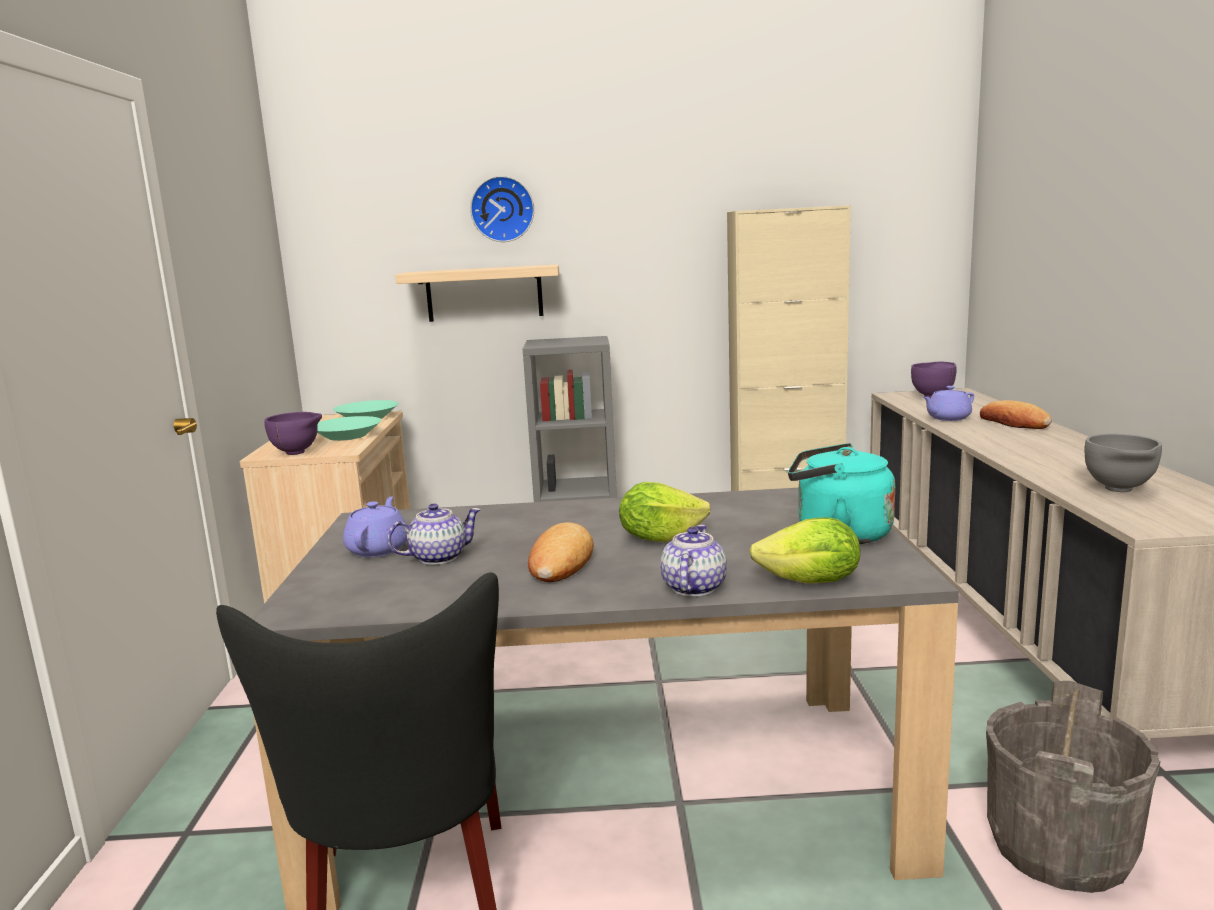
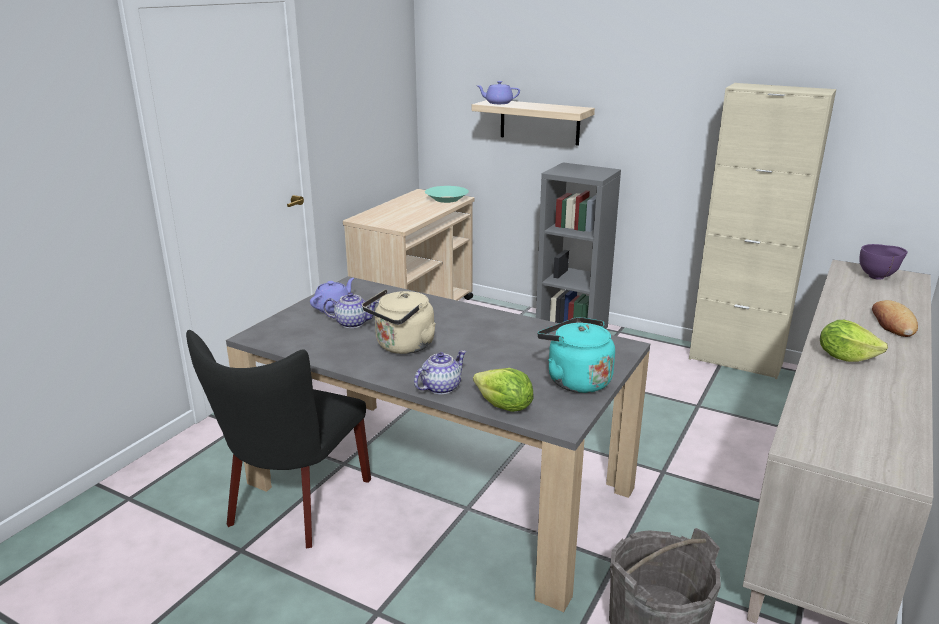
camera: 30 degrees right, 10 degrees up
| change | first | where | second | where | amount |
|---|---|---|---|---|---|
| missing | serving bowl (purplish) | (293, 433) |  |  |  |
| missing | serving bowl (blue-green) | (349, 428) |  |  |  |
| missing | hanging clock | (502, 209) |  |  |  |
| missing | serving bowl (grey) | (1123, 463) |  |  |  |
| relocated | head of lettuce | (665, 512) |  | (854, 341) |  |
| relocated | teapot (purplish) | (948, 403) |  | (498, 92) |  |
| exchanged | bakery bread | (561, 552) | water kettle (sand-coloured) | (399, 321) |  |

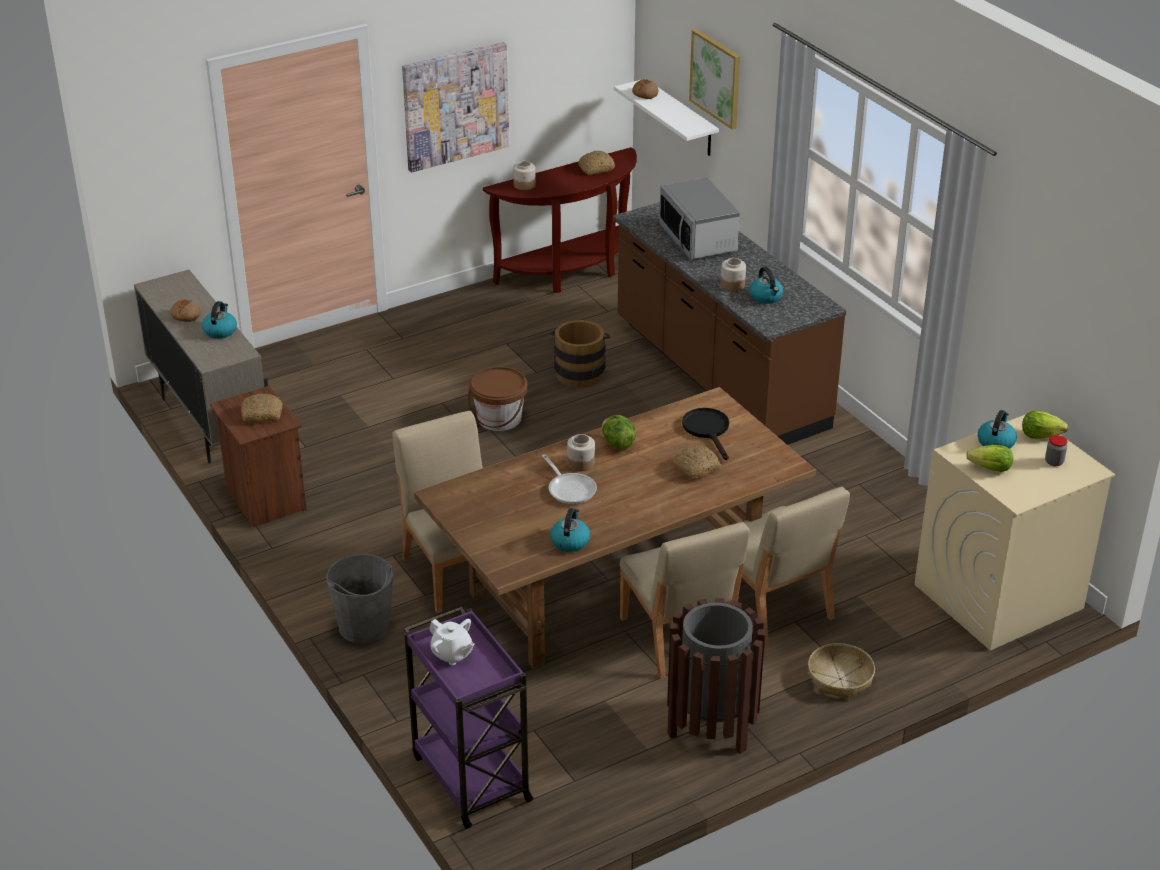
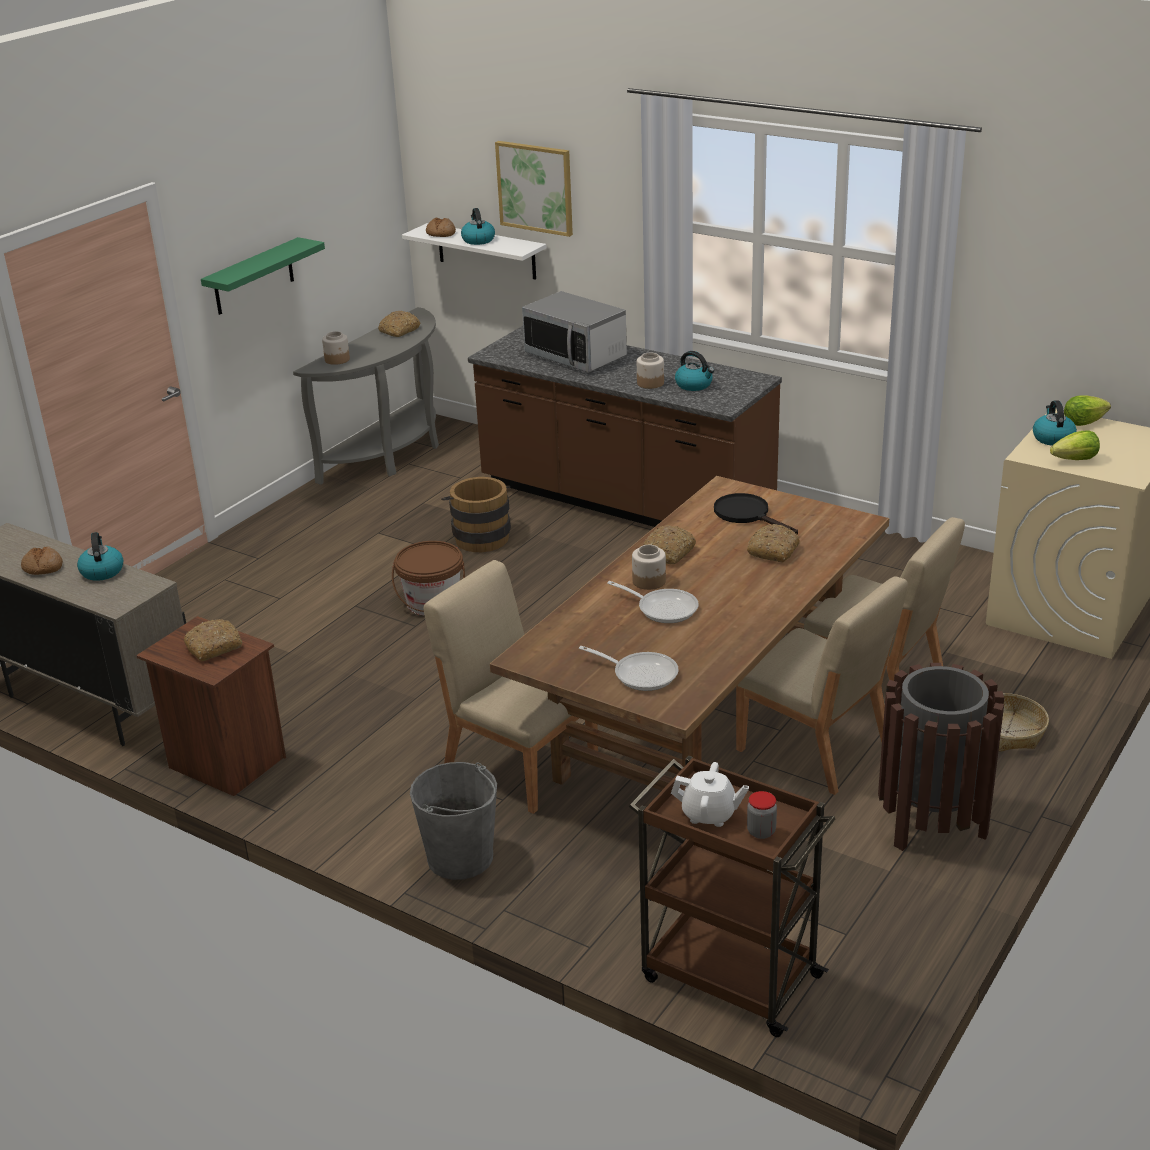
camera: 25 degrees left, 5 degrees down
| change | first | where | second | where | amount |
|---|---|---|---|---|---|
| appeared |  |  | pan | (629, 668) |  |
| relocated | water kettle | (570, 530) |  | (478, 226) |  |
| relocated | preserve jar | (1056, 450) |  | (762, 815) |  |
| exchanged | picture | (455, 107) | wall shelf (green) | (263, 276) |  |
| exchanged | head of lettuce | (619, 432) | bakery bread | (669, 544) |  |
| colour | wheeled cart (purplish) | (469, 718) | wheeled cart (brown) | (732, 896) |  |
| colour | console table (brown) | (560, 220) | console table (grey) | (366, 396) |  |

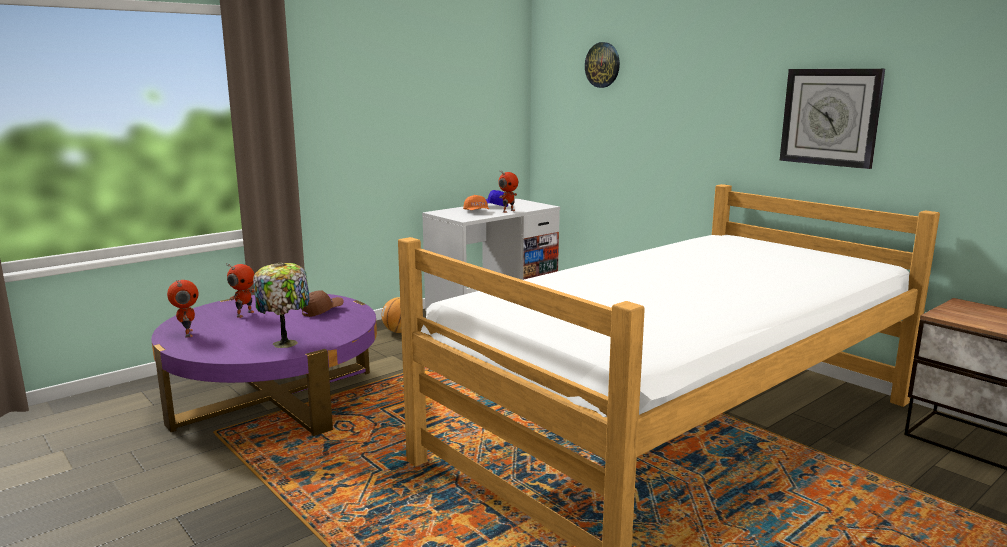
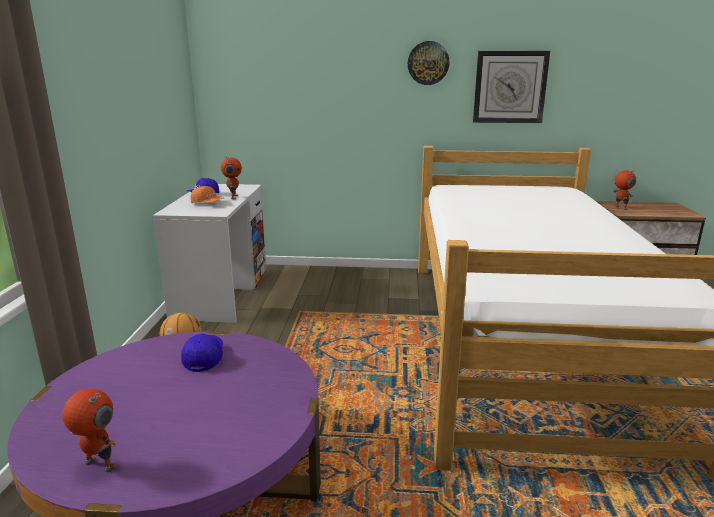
camera: 45 degrees left, 5 degrees up
| change | first | where | second | where | amount |
|---|---|---|---|---|---|
| missing | table lamp | (281, 305) |  |  |  |
| relocated | robot figure | (240, 291) |  | (624, 189) |  |
| relocated | hanging clock | (602, 65) |  | (428, 63) |  |
| colour | cap (brown) | (322, 303) | cap (bluish) | (202, 353) |  |

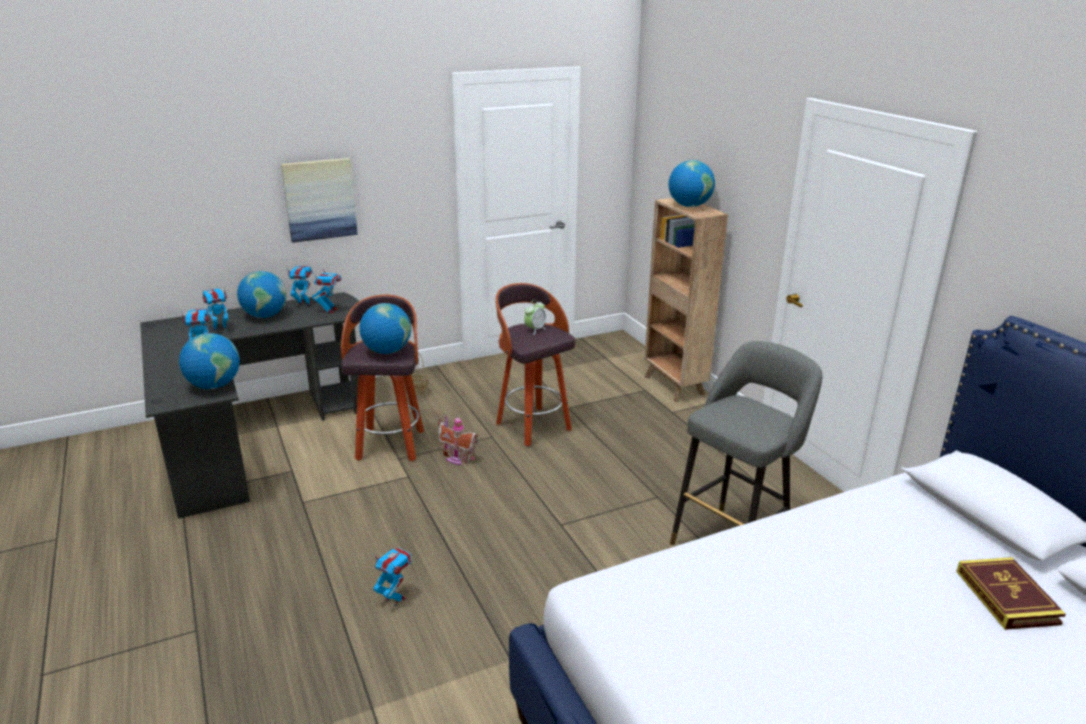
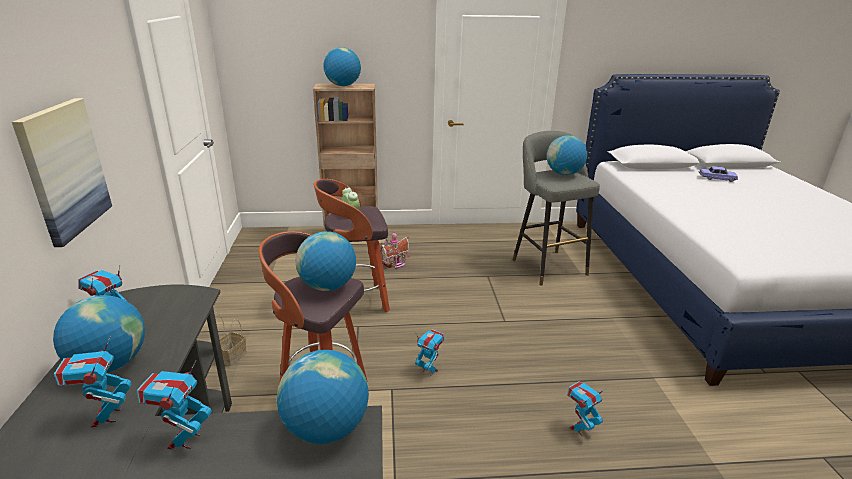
camera: 70 degrees left, 0 degrees up
| change | first | where | second | where | amount |
|---|---|---|---|---|---|
| appeared |  |  | globe | (566, 155) |  |
| relocated | robot figure | (326, 289) |  | (430, 353) |  |
| relocated | miniature house | (458, 439) |  | (395, 250) |  |
| exchanged | volume | (1011, 593) | miniature car | (718, 174) |  |

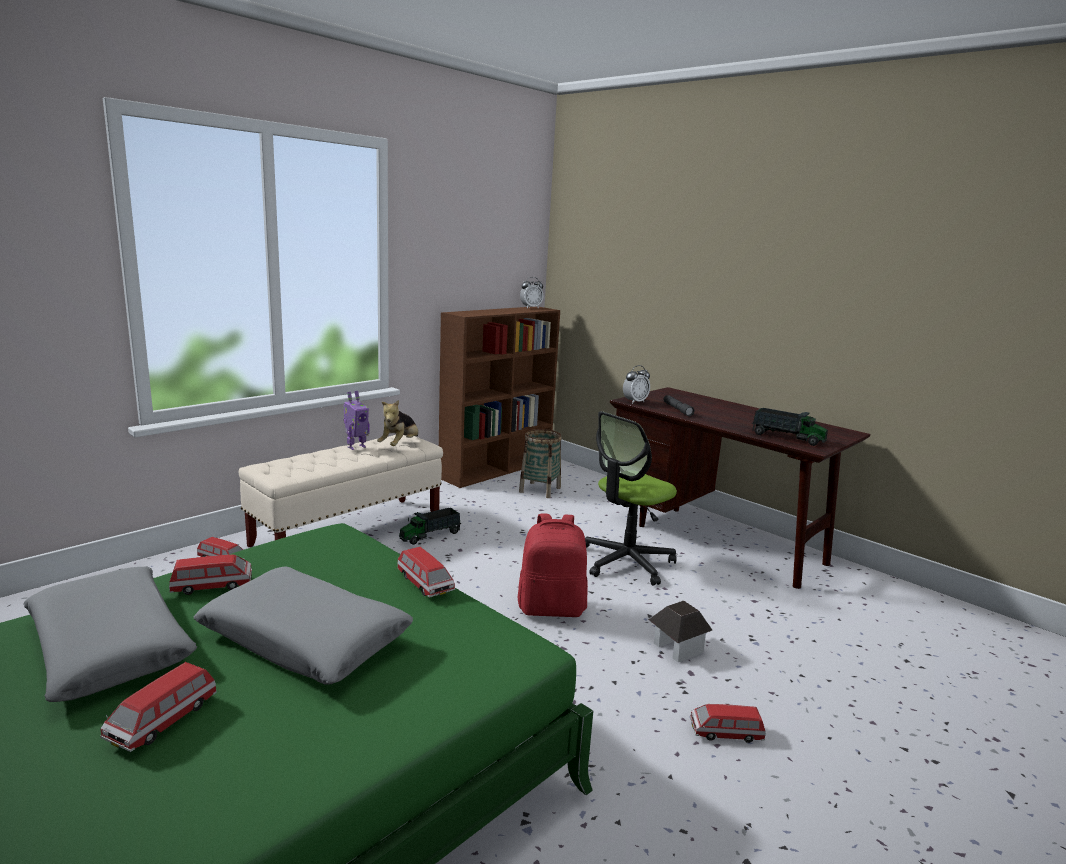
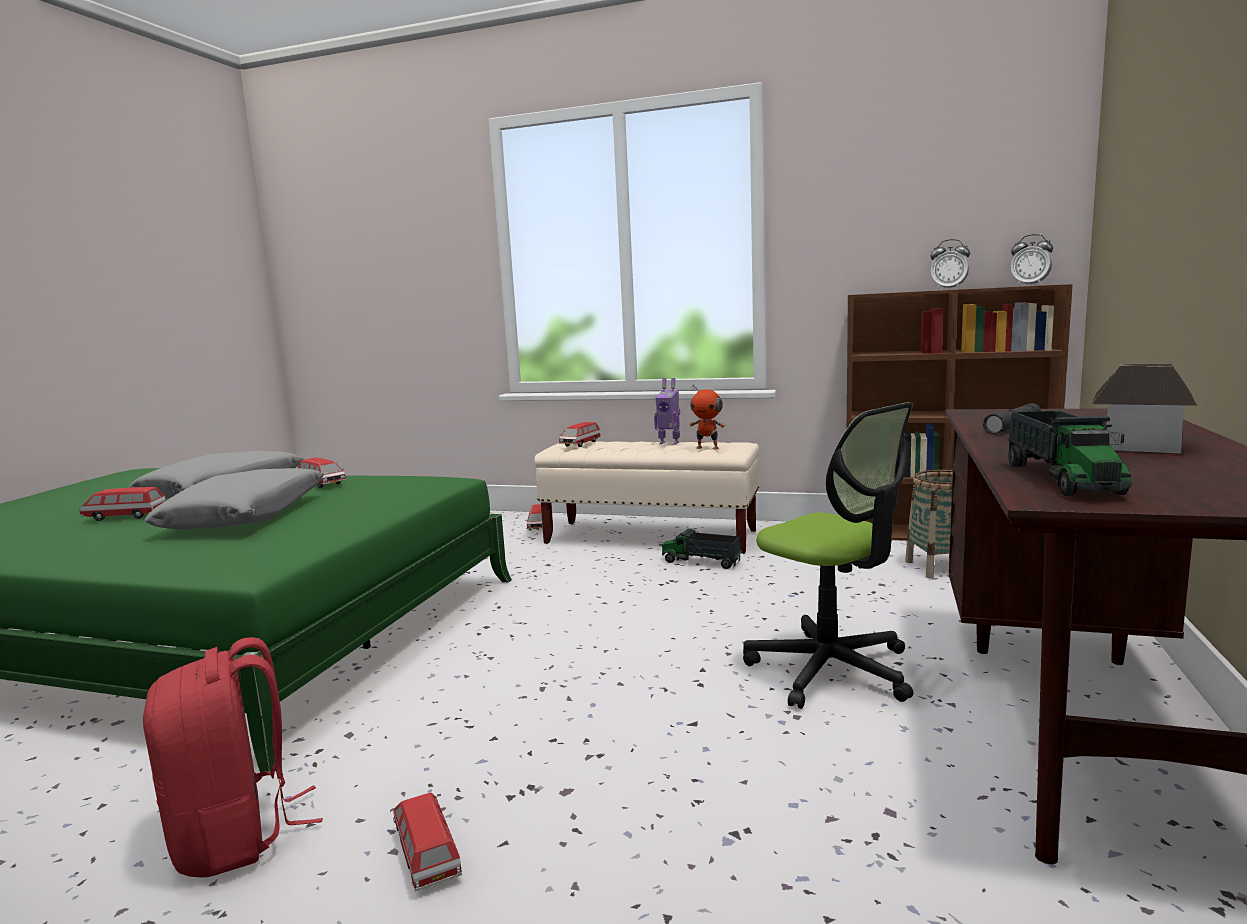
camera: 65 degrees right, 5 degrees down
| change | first | where | second | where | amount |
|---|---|---|---|---|---|
| relocated | miniature car | (426, 572) |  | (580, 434) |  |
| relocated | rucksack (red) | (553, 565) |  | (233, 757) |  |
| relocated | alarm clock | (636, 384) |  | (950, 264) |  |
| relocated | miniature house | (680, 631) |  | (1144, 408) |  |
| exchanged | plush toy | (397, 423) | robot figure | (707, 417) |  |
| spun | office chair | (631, 498) |  | (828, 555) | 150 degrees counterclockwise |

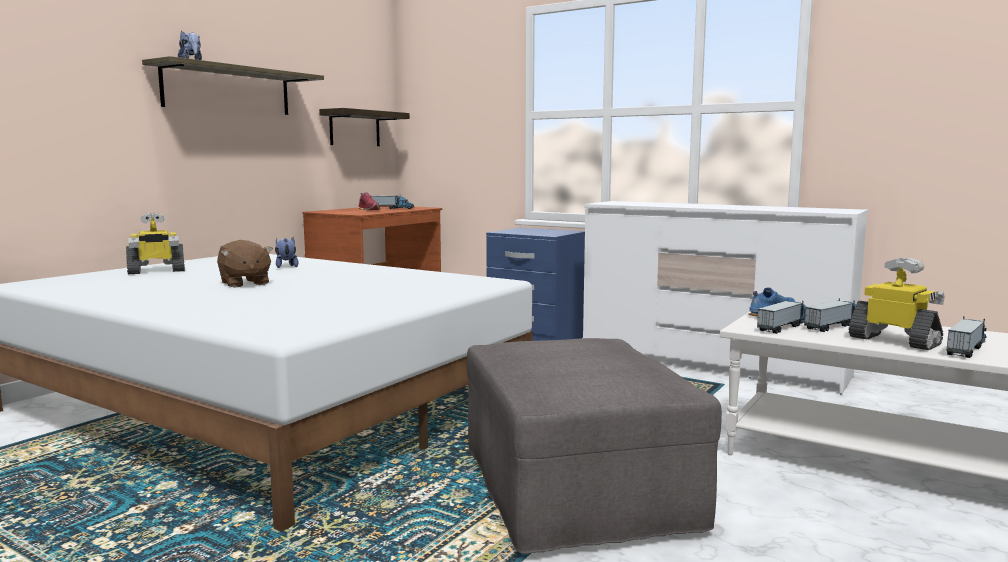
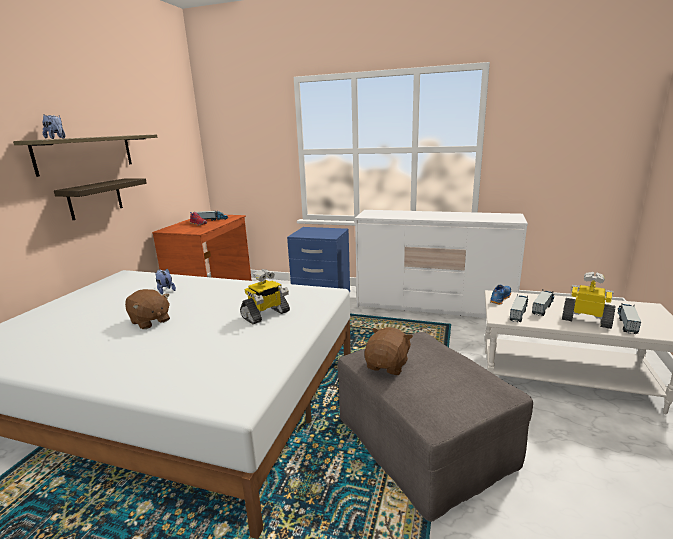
camera: 15 degrees left, 10 degrees up
| change | first | where | second | where | amount |
|---|---|---|---|---|---|
| appeared |  |  | plush toy (brown) | (388, 351) |  |
| relocated | robot figure | (155, 243) |  | (265, 296) |  |
| relocated | wall shelf | (364, 127) |  | (100, 199) |  |

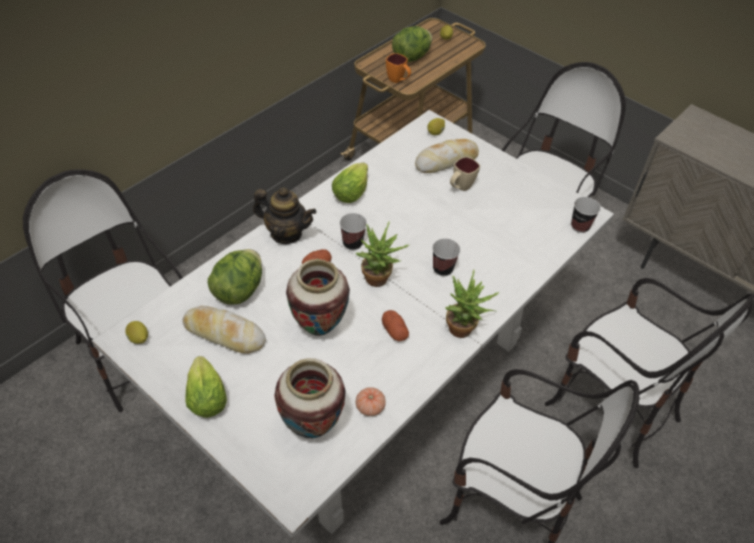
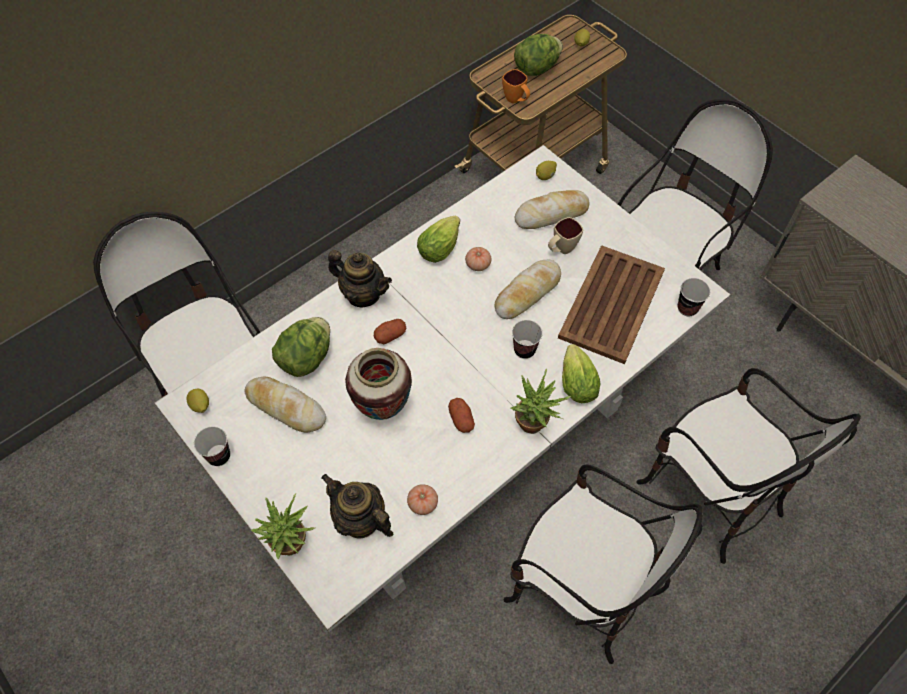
camera: 10 degrees right, 10 degrees up
| change | first | where | second | where | amount |
|---|---|---|---|---|---|
| appeared |  |  | tomato | (478, 259) |  |
| appeared |  |  | bakery bread | (527, 289) |  |
| appeared |  |  | serving tray (brown) | (611, 304) |  |
| relocated | head of lettuce | (206, 387) |  | (581, 373) |  |
| relocated | small cup | (353, 231) |  | (212, 446) |  |
| relocated | potted plant | (382, 254) |  | (283, 526) |  |
| exchanged | vase | (310, 398) | teapot | (357, 506) |  |

